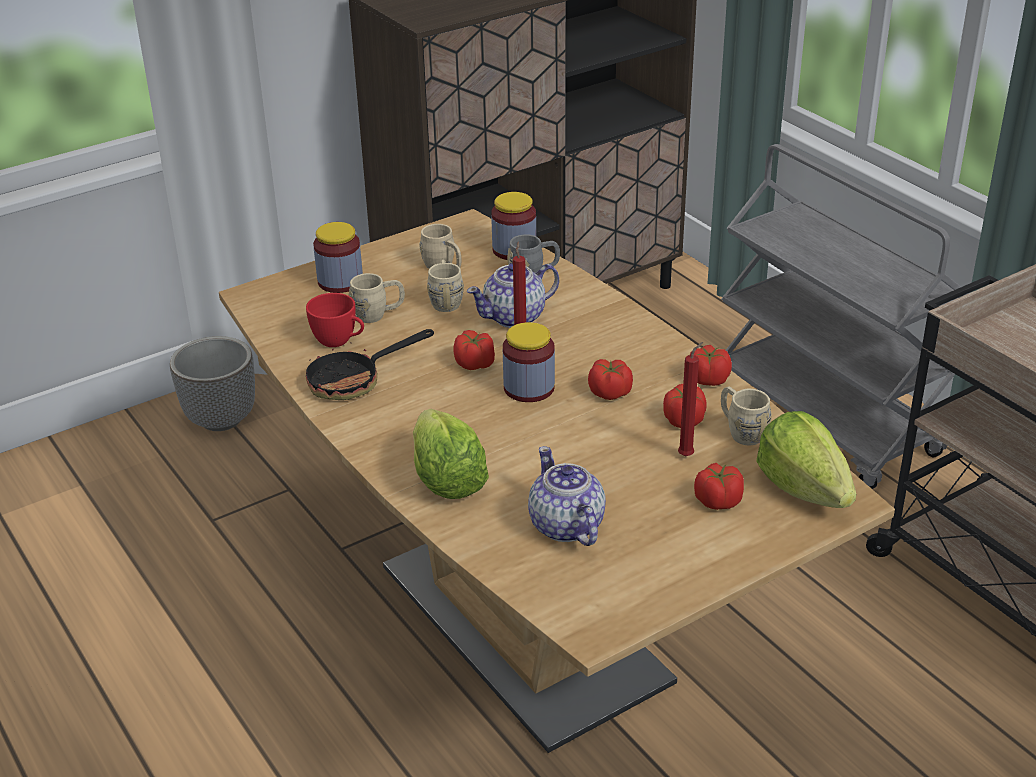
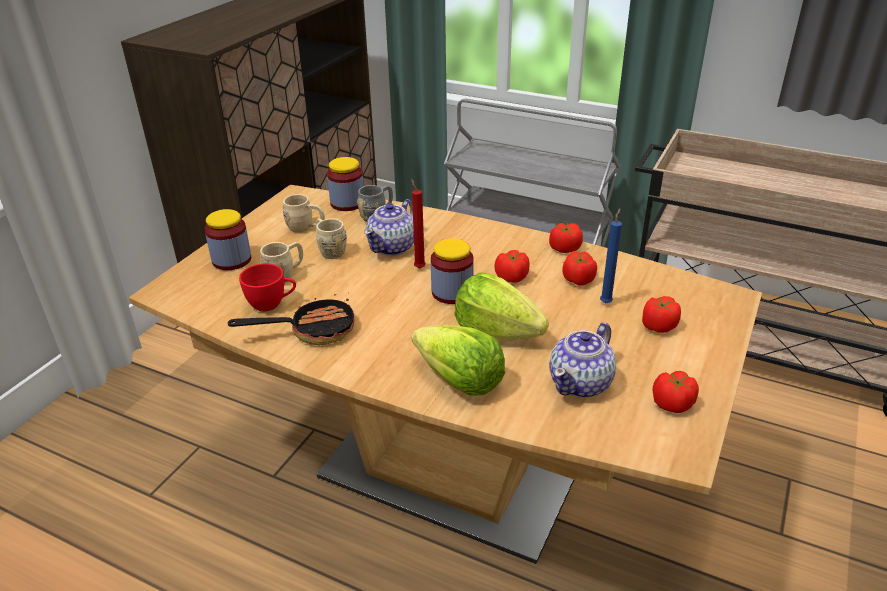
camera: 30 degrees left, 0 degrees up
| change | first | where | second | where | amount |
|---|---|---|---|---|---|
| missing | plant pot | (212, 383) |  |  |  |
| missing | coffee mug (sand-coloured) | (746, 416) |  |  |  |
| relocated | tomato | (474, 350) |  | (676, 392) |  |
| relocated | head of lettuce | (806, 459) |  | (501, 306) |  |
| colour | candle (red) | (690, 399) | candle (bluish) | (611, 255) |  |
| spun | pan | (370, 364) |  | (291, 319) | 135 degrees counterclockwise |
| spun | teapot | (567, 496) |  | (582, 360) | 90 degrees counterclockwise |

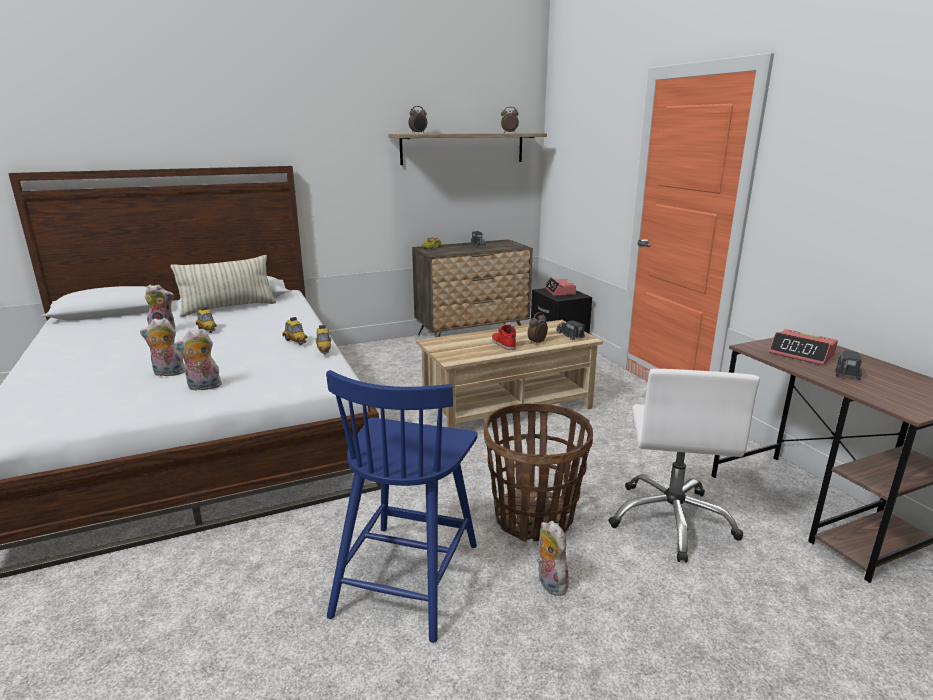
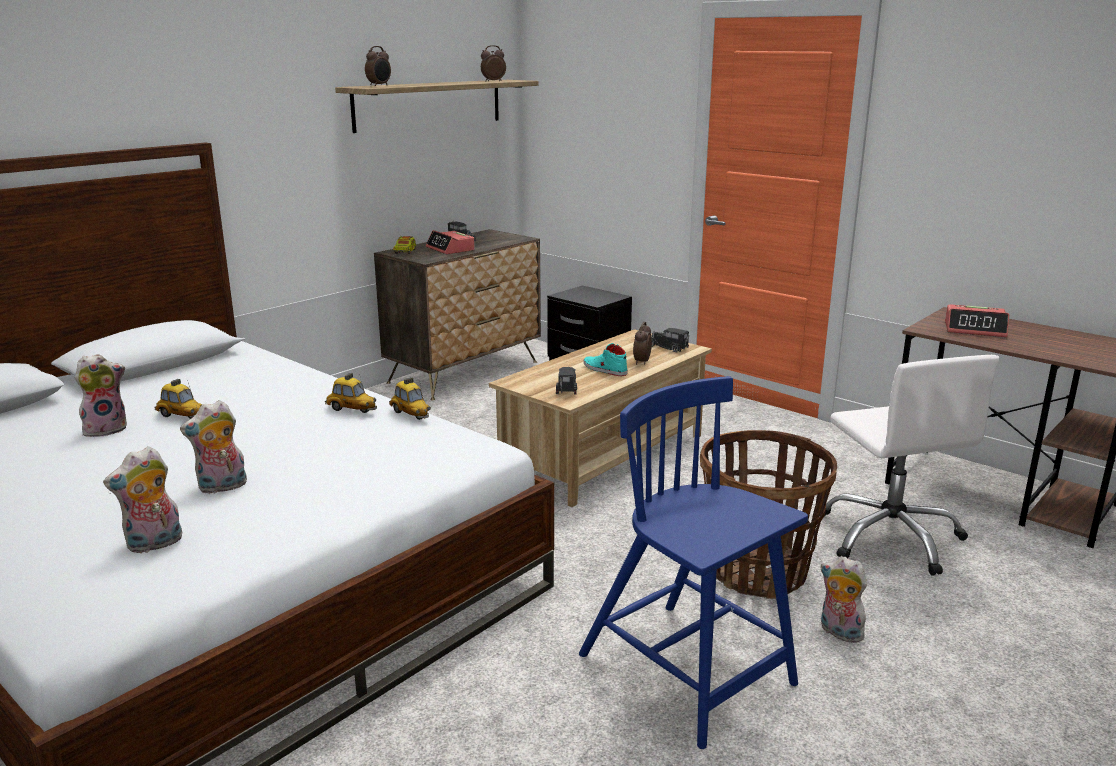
camera: 25 degrees left, 0 degrees up
| change | first | where | second | where | amount |
|---|---|---|---|---|---|
| missing | throw pillow | (223, 286) |  |  |  |
| relocated | plush toy | (198, 360) |  | (142, 499) |  |
| relocated | alarm clock | (560, 286) |  | (450, 242) |  |
| relocated | model truck | (848, 365) |  | (566, 381) |  |
| colour | item of footwear (red) | (504, 337) | item of footwear (blue-green) | (605, 359) |  |
| spun | plain chair (bluish) | (402, 506) |  | (693, 562) | 150 degrees clockwise |

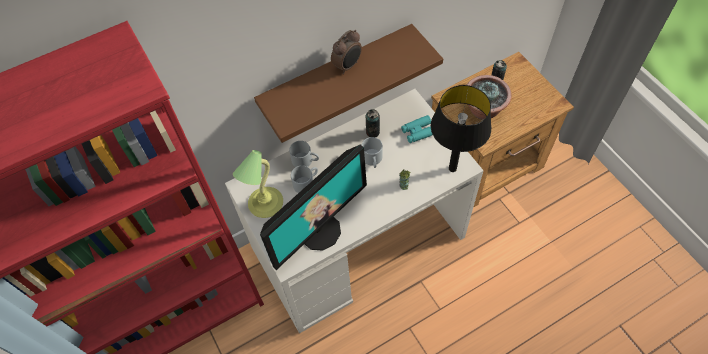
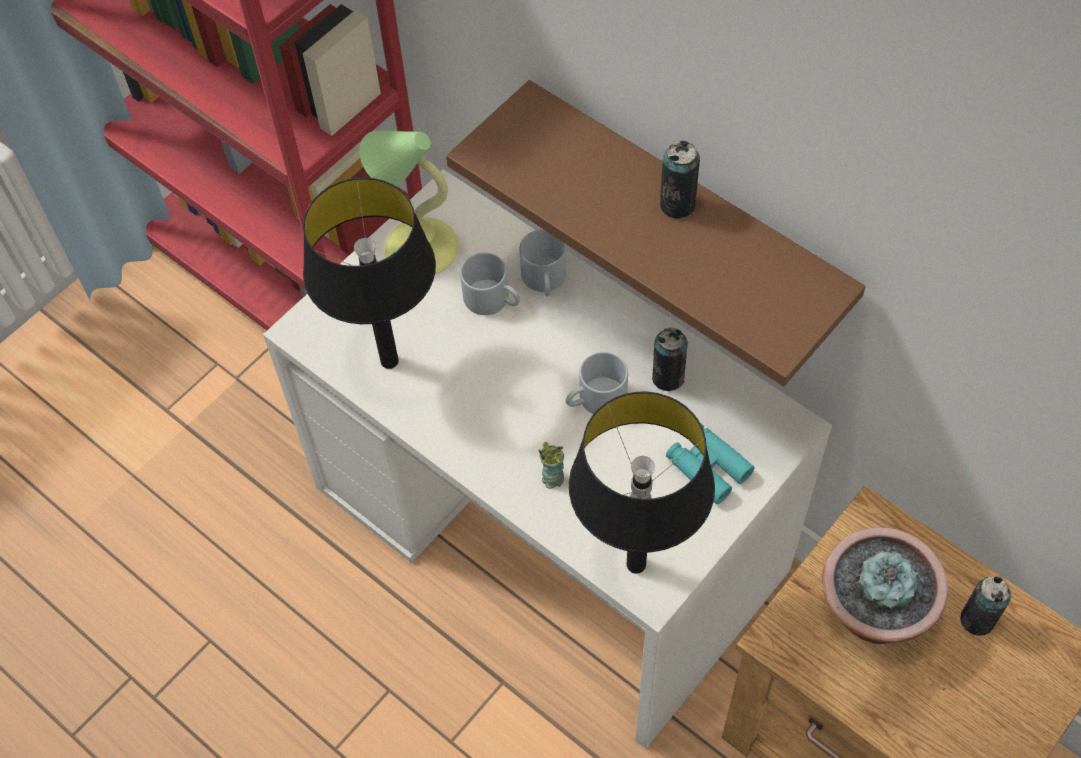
camera: 70 degrees right, 0 degrees up
| change | first | where | second | where | amount |
|---|---|---|---|---|---|
| exchanged | computer display | (313, 207) | table lamp (blackish) | (369, 273) |  |
| exchanged | alarm clock | (346, 52) | can | (680, 180) |  |

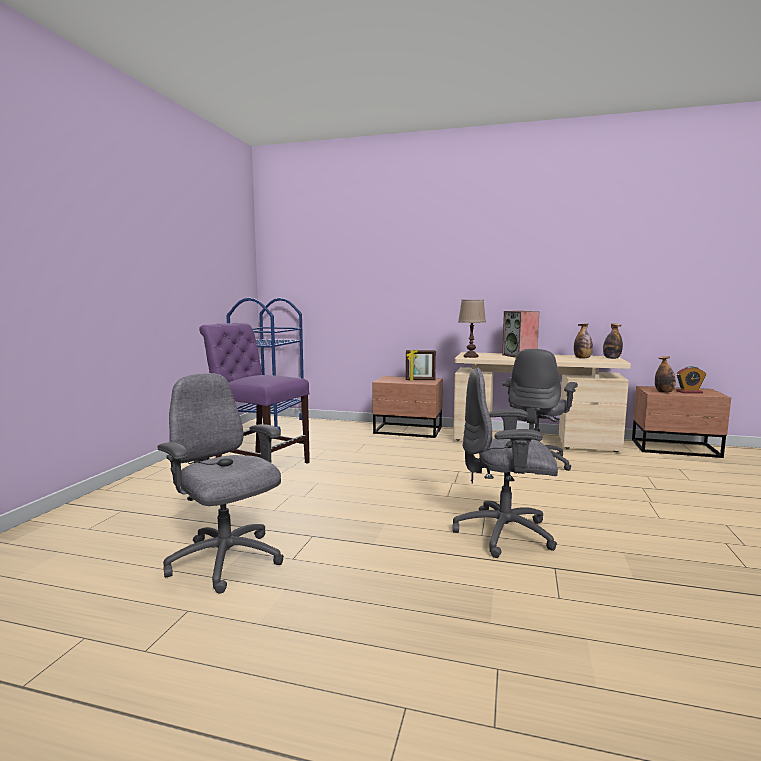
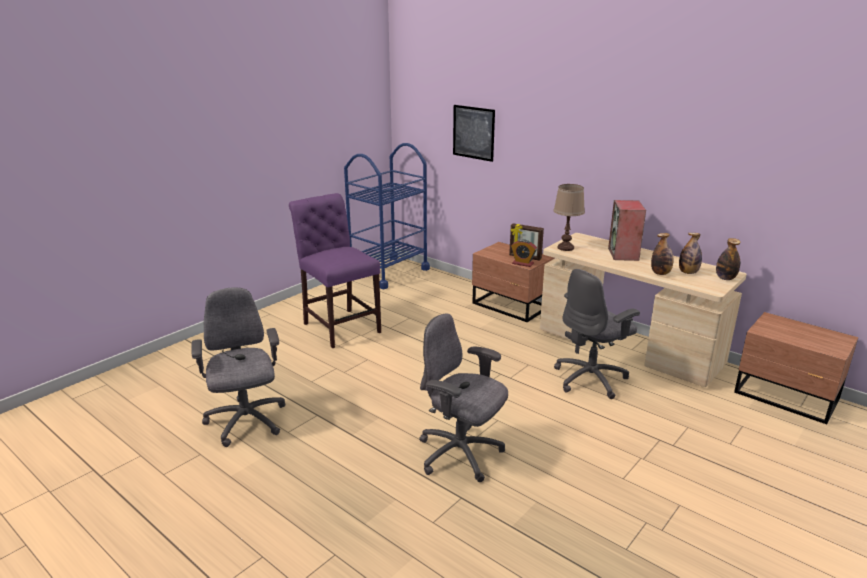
camera: 25 degrees right, 15 degrees up
| change | first | where | second | where | amount |
|---|---|---|---|---|---|
| appeared |  |  | picture | (474, 133) |  |
| relocated | drink bottle | (665, 374) |  | (662, 254) |  |
| relocated | alarm clock | (691, 379) |  | (524, 253) |  |

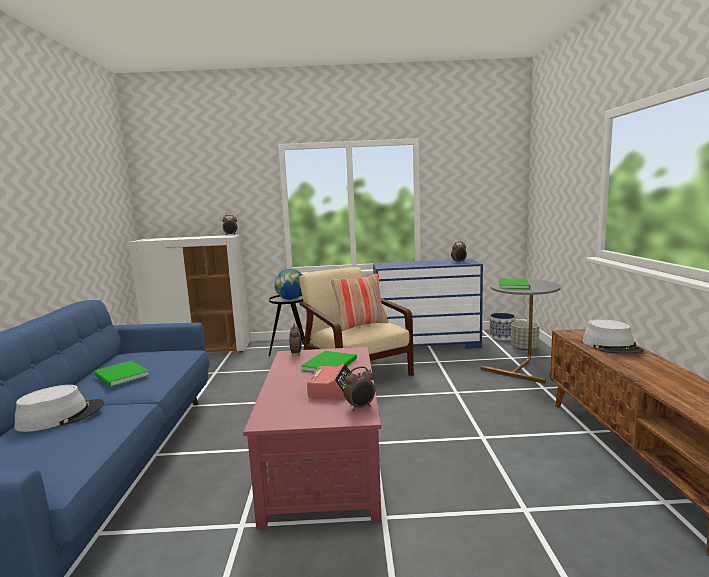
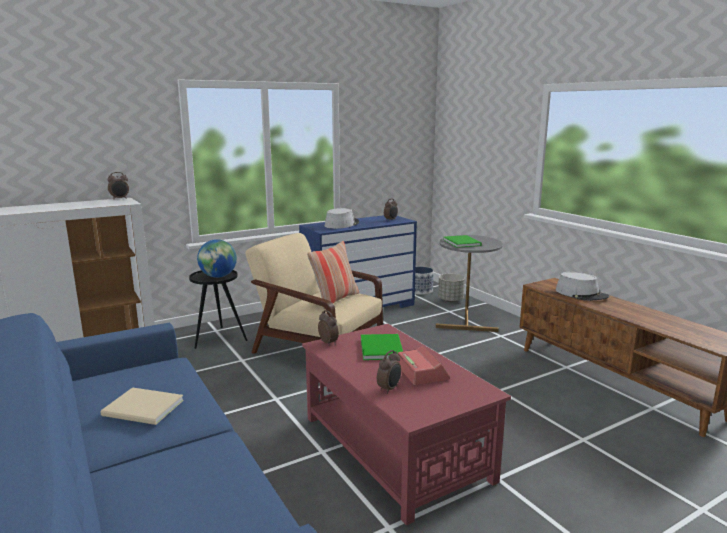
camera: 30 degrees left, 5 degrees up
| change | first | where | second | where | amount |
|---|---|---|---|---|---|
| relocated | hat (grey) | (59, 408) |  | (342, 218) |  |
| relocated | alarm clock | (359, 388) |  | (389, 372) |  |
| colour | volume (green) | (121, 374) | volume (sand-coloured) | (142, 406) |  |

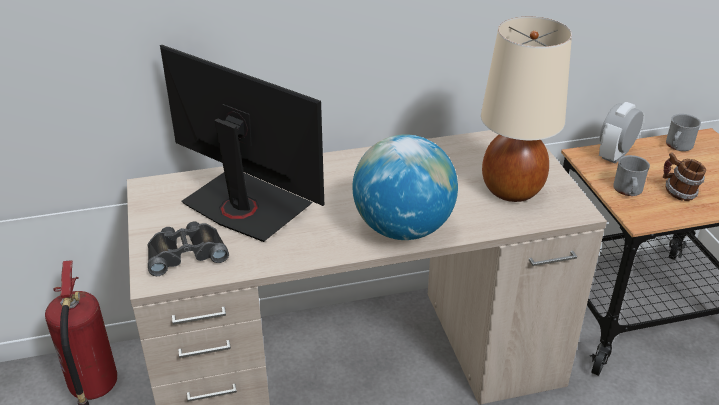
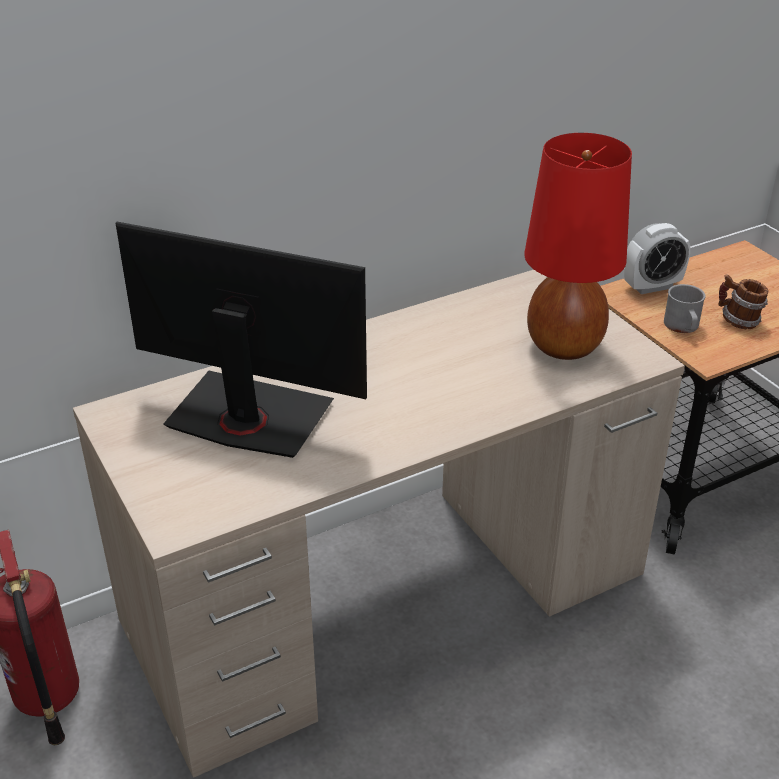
camera: 15 degrees left, 0 degrees up
| change | first | where | second | where | amount |
|---|---|---|---|---|---|
| missing | field glasses (blackish) | (188, 248) |  |  |  |
| missing | globe | (405, 187) |  |  |  |
| missing | coffee mug (grey) | (683, 132) |  |  |  |
| colour | table lamp (sand-coloured) | (526, 109) | table lamp (red) | (578, 246) |  |
| spun | alarm clock | (621, 133) |  | (657, 258) | 135 degrees counterclockwise |

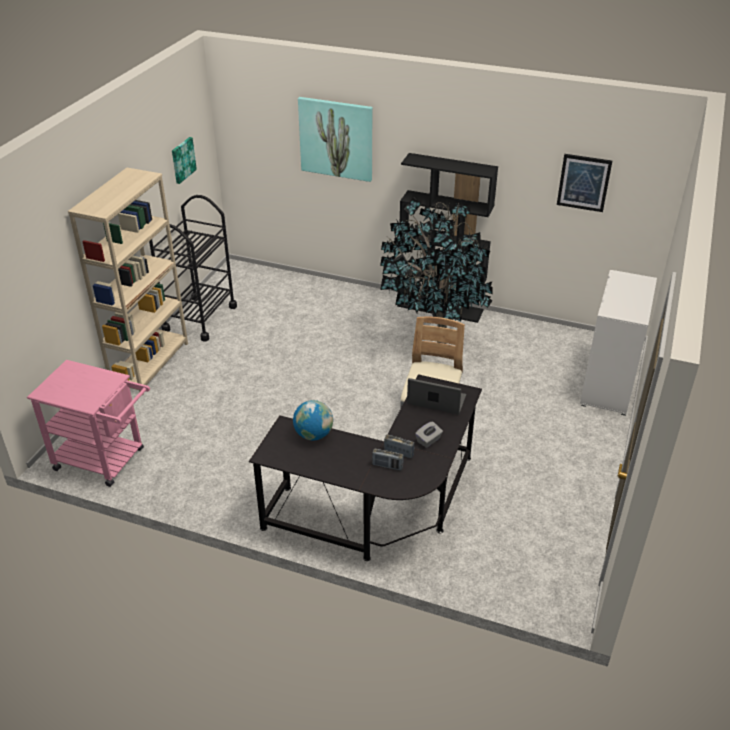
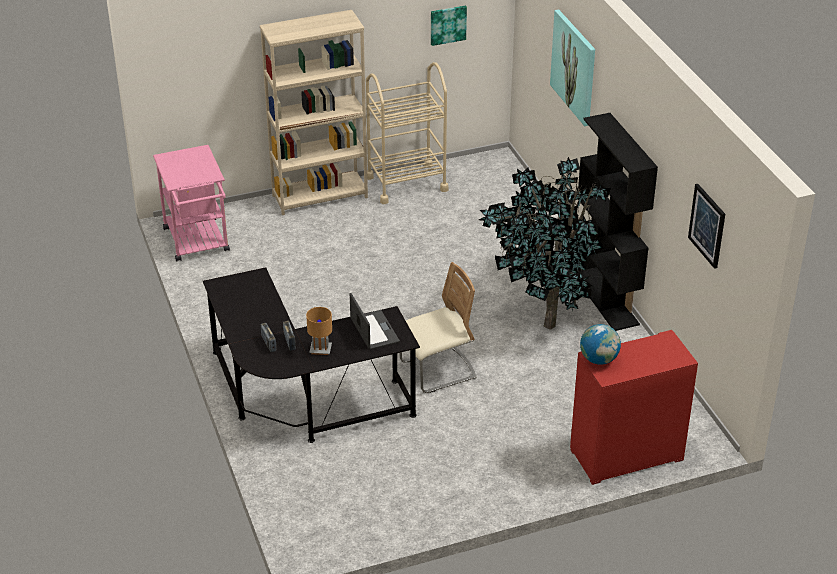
camera: 50 degrees right, 0 degrees up
| change | first | where | second | where | amount |
|---|---|---|---|---|---|
| relocated | globe | (313, 420) |  | (600, 344) |  |
| exchanged | tissue box (grey) | (429, 434) | table lamp (brown) | (319, 331) |  |
| colour | wheeled cart (blackish) | (193, 268) | wheeled cart (sand-coloured) | (407, 133) |  |
| colour | storage cabinet (white) | (618, 343) | storage cabinet (red) | (634, 407) |  |

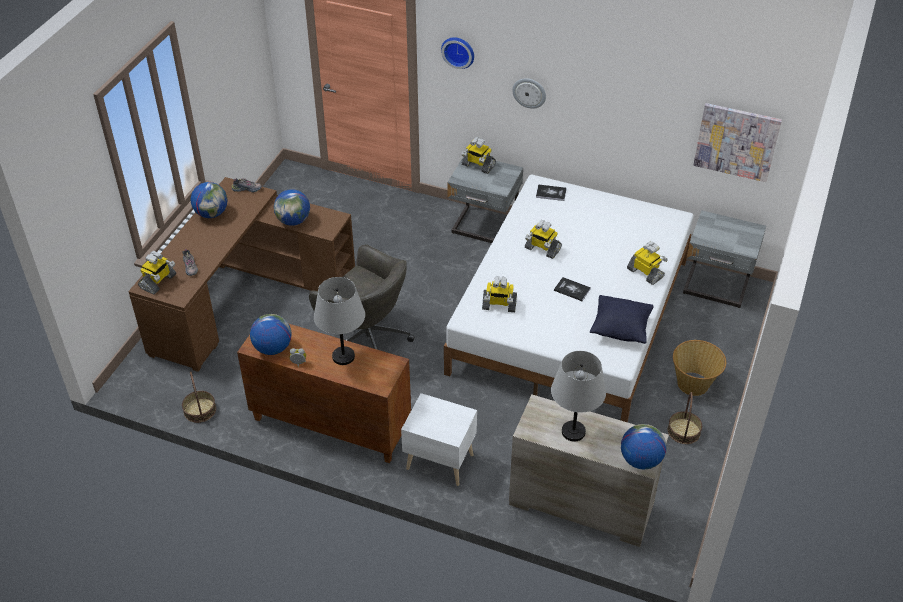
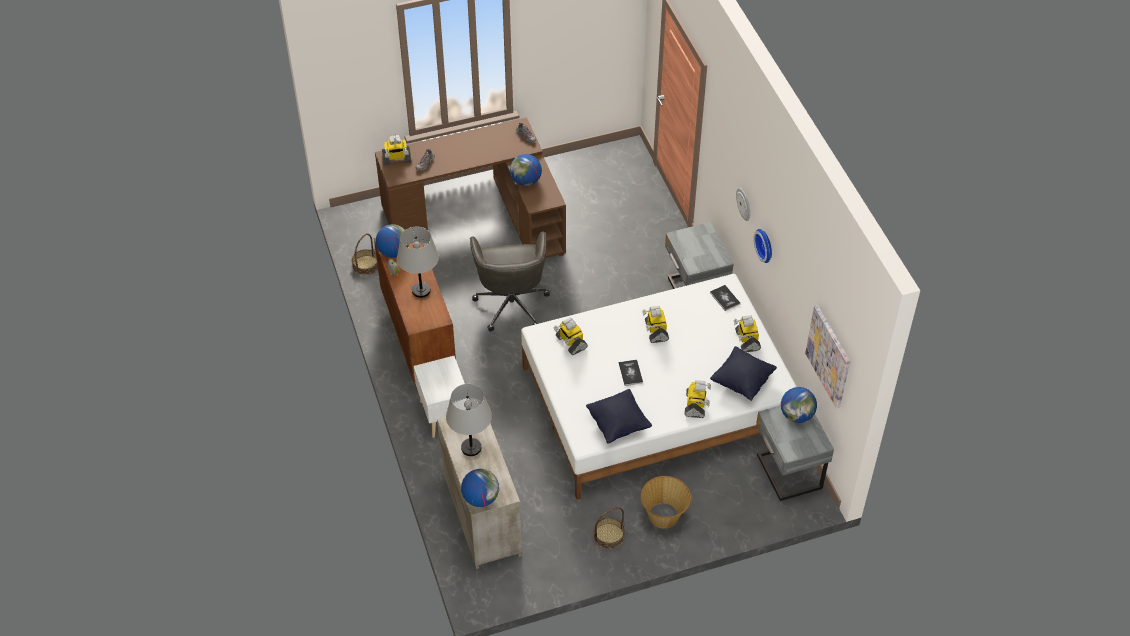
camera: 50 degrees right, 5 degrees up
| change | first | where | second | where | amount |
|---|---|---|---|---|---|
| appeared |  |  | throw pillow (blackish) | (743, 373) |  |
| relocated | globe | (209, 200) |  | (799, 405) |  |
| relocated | hanging clock | (457, 53) |  | (763, 246) |  |
| relocated | robot figure | (479, 155) |  | (747, 333) |  |

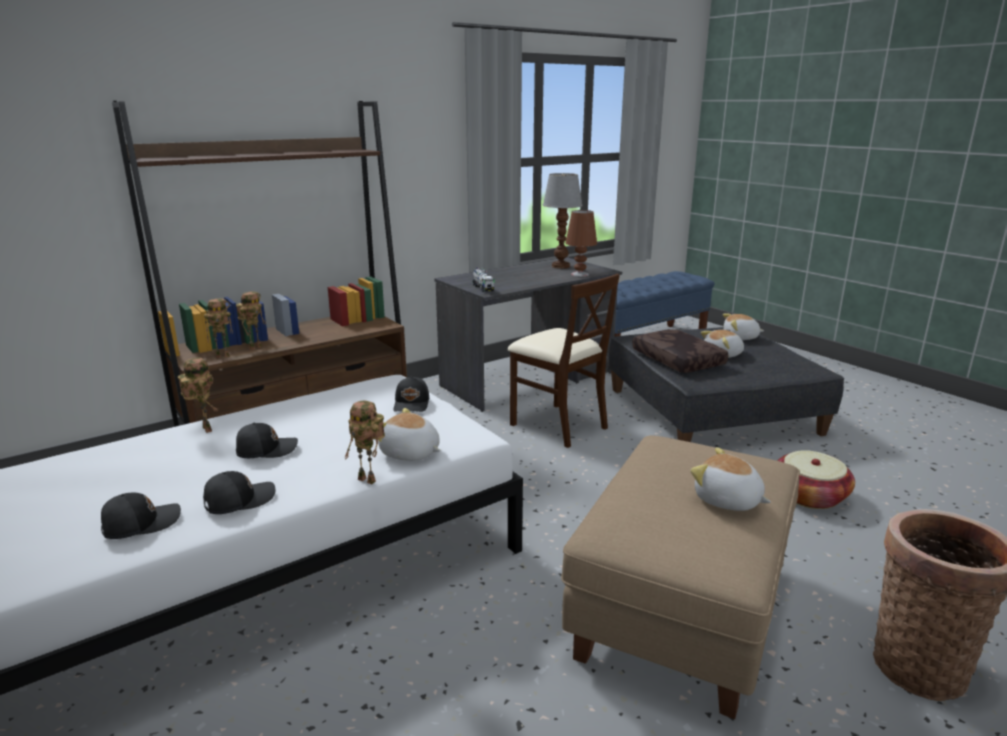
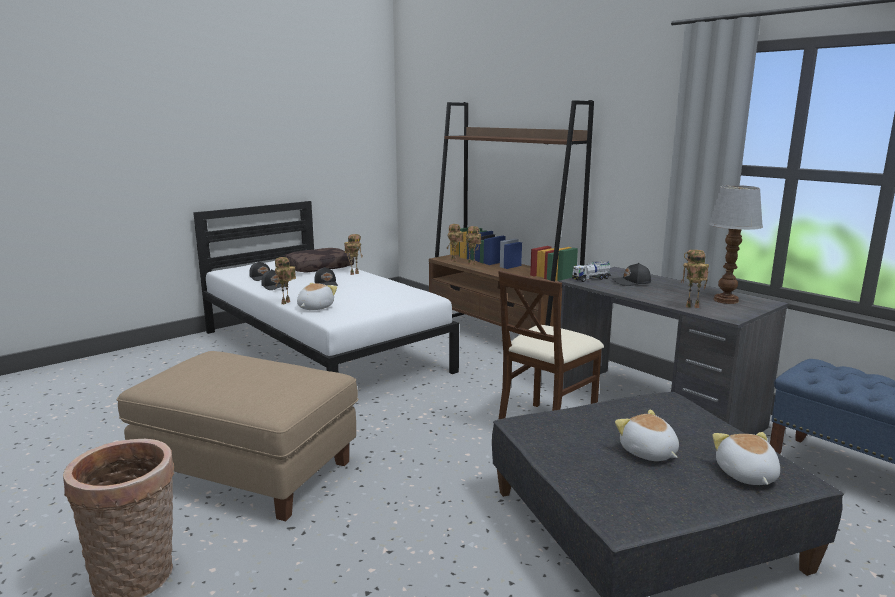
camera: 85 degrees right, 5 degrees down
| change | first | where | second | where | amount |
|---|---|---|---|---|---|
| missing | plush toy | (730, 479) |  |  |  |
| missing | storage basket | (816, 479) |  |  |  |
| relocated | cap (blackish) | (411, 394) |  | (631, 274) |  |
| relocated | throw pillow (brown) | (680, 351) |  | (319, 260) |  |
| exchanged | table lamp (brown) | (581, 243) | robot figure | (695, 279) |  |

